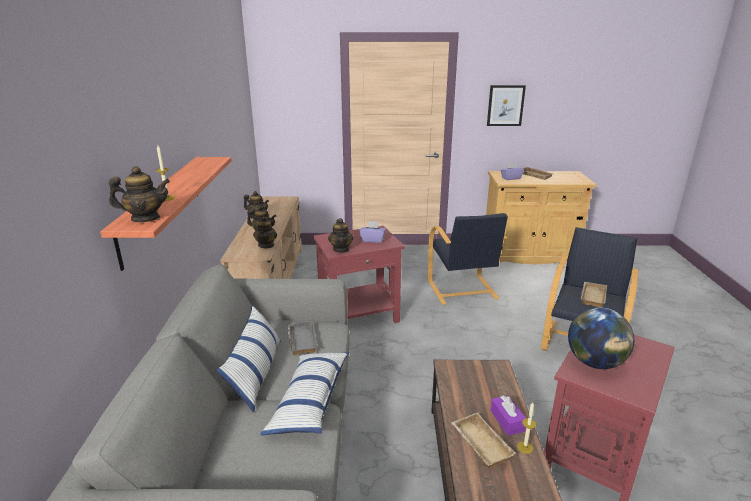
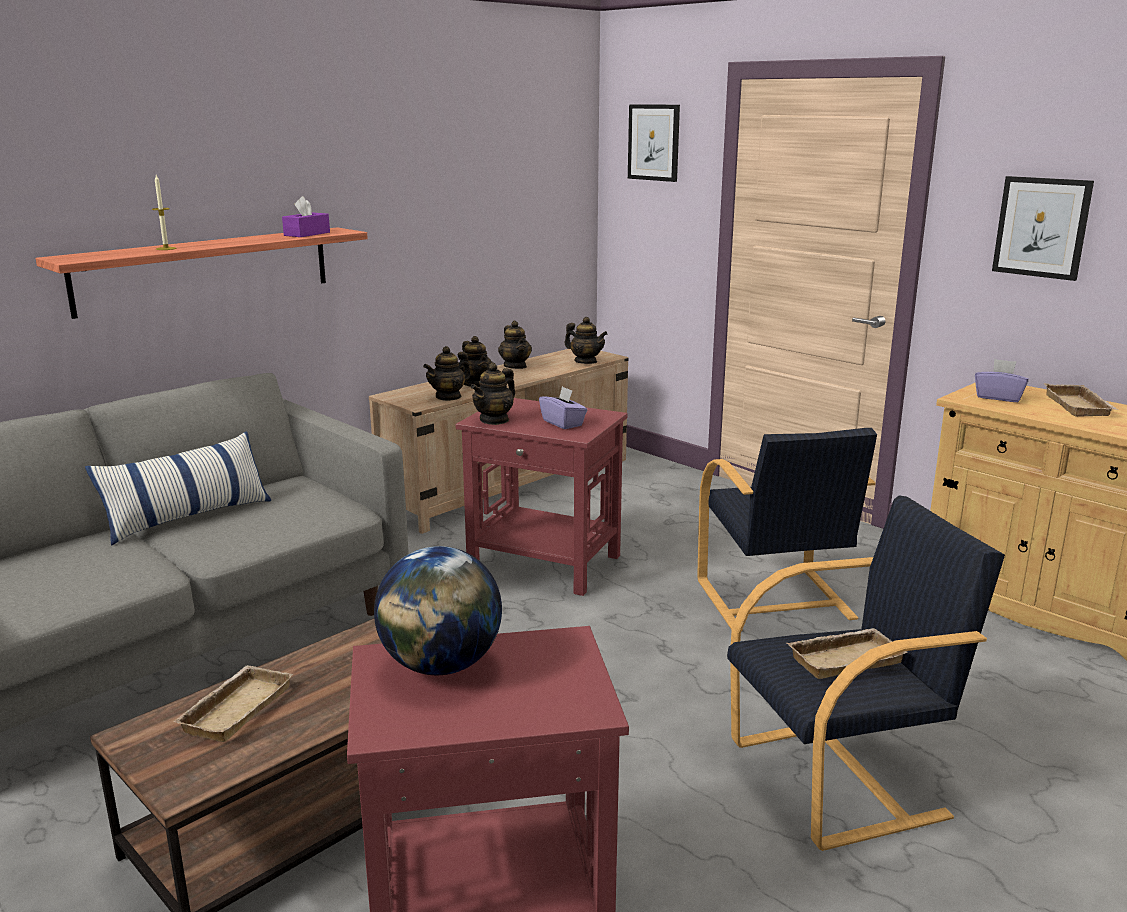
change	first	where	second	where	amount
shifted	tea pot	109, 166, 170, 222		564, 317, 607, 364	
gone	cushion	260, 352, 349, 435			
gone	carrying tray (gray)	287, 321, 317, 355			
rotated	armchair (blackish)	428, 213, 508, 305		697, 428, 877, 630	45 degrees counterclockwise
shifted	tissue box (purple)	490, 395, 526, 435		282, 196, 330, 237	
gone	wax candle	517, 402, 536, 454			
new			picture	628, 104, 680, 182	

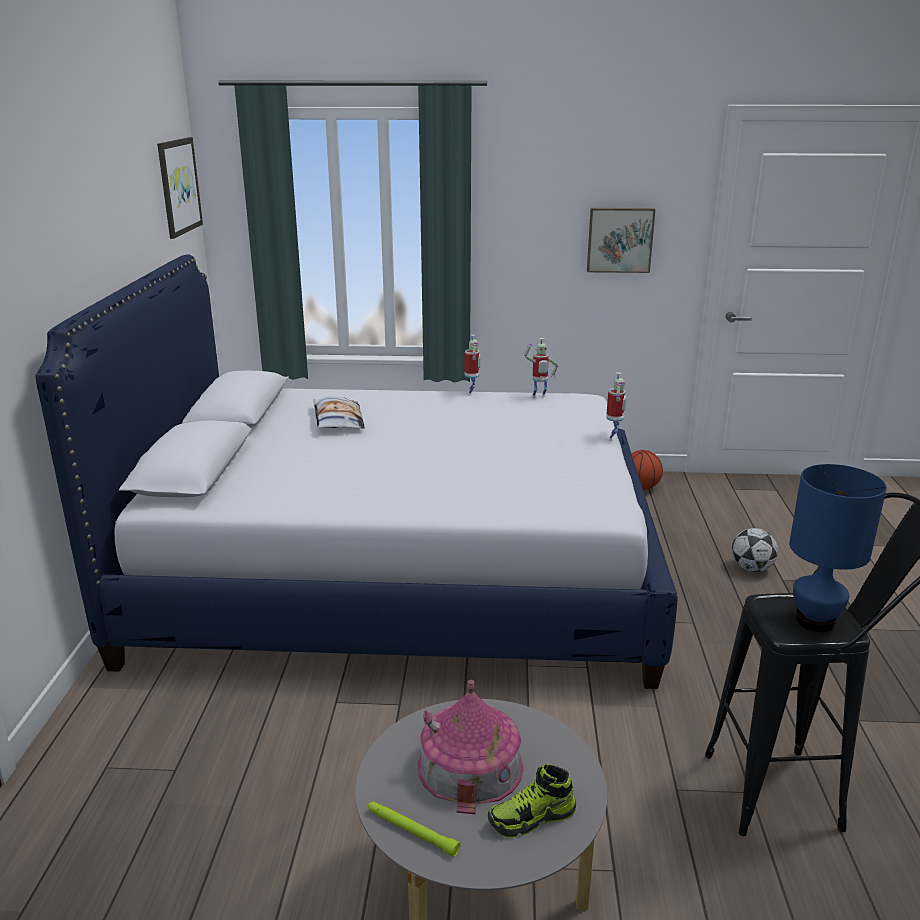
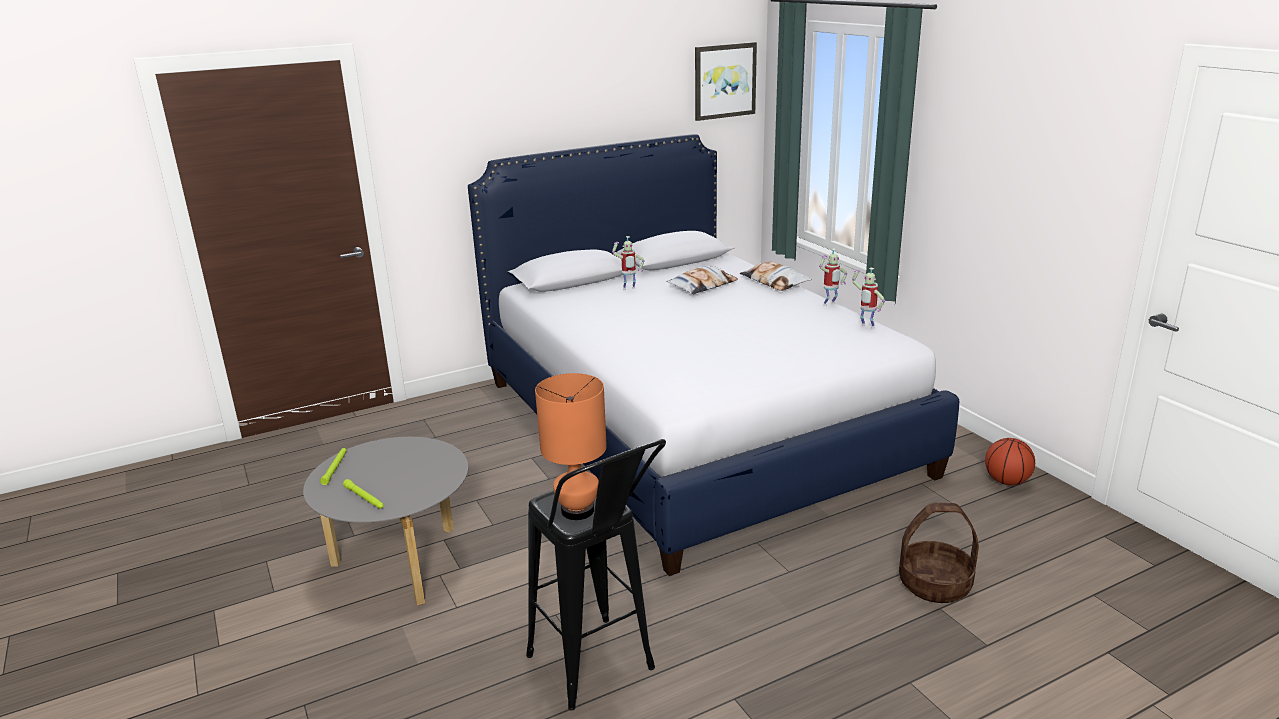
change	first	where	second	where	amount
gone	toy house	418, 680, 523, 814			
swapped	item of footwear	488, 764, 576, 838	flashlight (green)	343, 479, 384, 509	
gone	picture	587, 208, 655, 273			
shifted	model robot	606, 372, 627, 441		612, 236, 645, 290	
swapped	ball for football	732, 528, 778, 572	household basket	899, 503, 979, 603	
repainted	lamp for a table (blue)	789, 464, 887, 632	lamp for a table (orange-coloured)	535, 373, 607, 520	
new			cushion	740, 261, 811, 291	

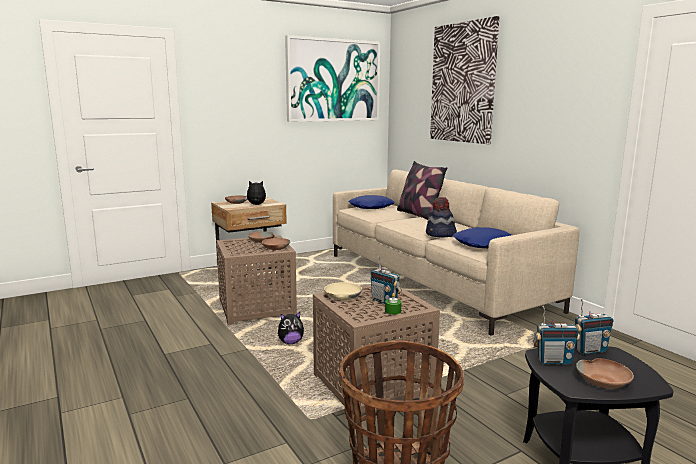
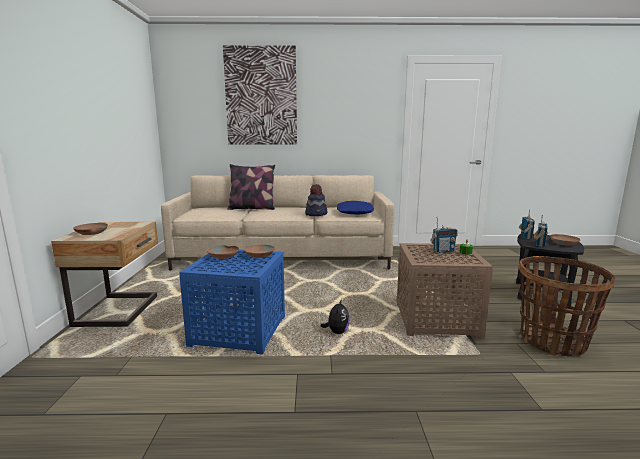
change	first	where	second	where	amount
repainted	side table (brown-coloured)	216, 235, 297, 325	side table (blue)	179, 250, 285, 354	
gone	cuddly toy	244, 181, 266, 205			
gone	picture	285, 35, 380, 122			
gone	deep dish (sand-coloured)	324, 282, 362, 301			
gone	cushion (blue)	348, 195, 394, 209			

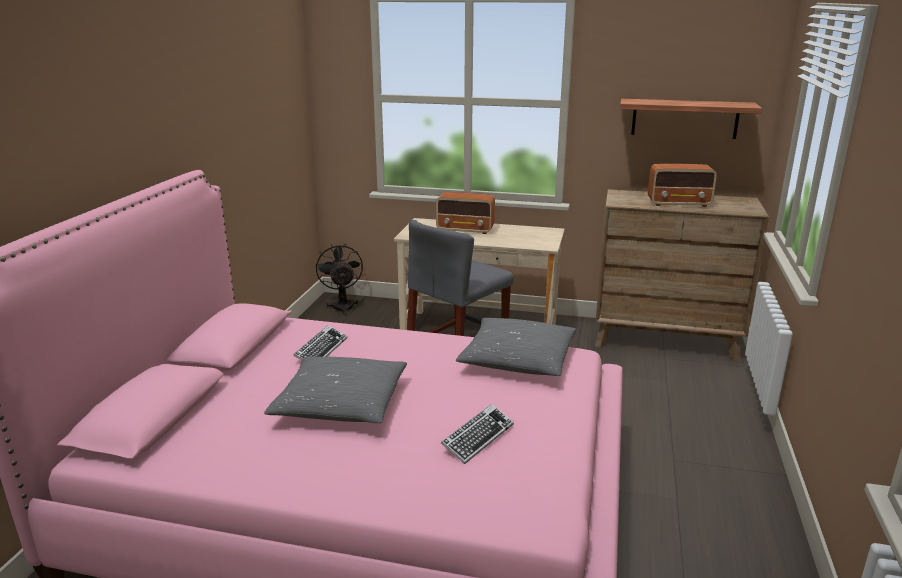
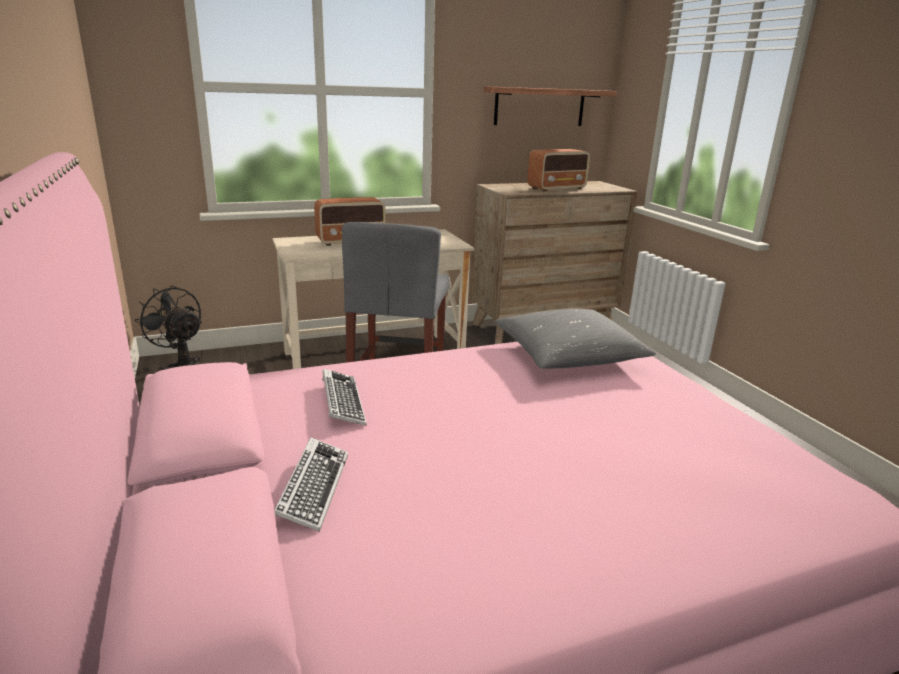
change	first	where	second	where	amount
gone	cushion (gray)	264, 356, 407, 423			
shifted	computer keyboard	441, 404, 514, 464		275, 437, 348, 532	

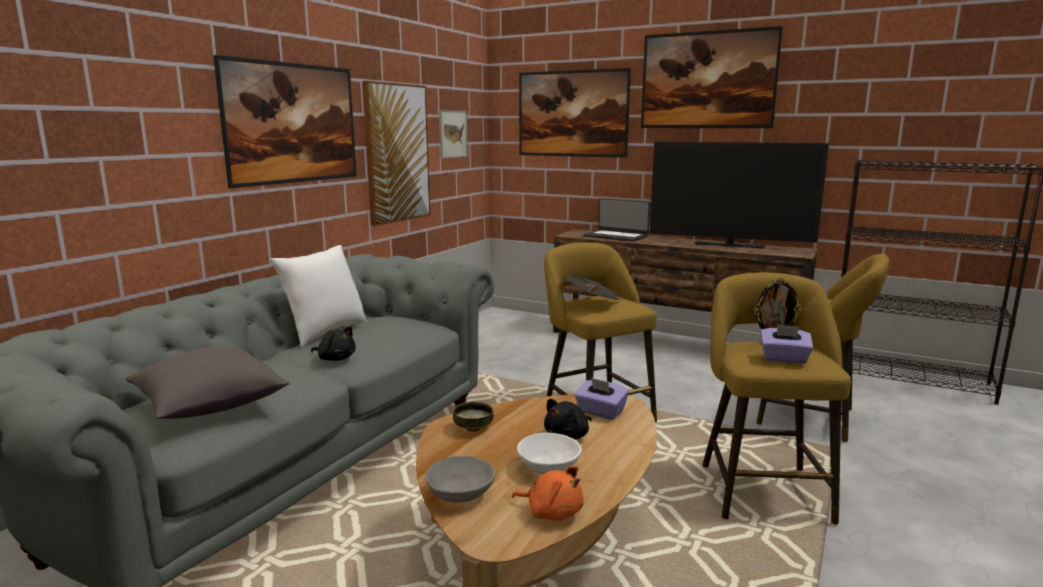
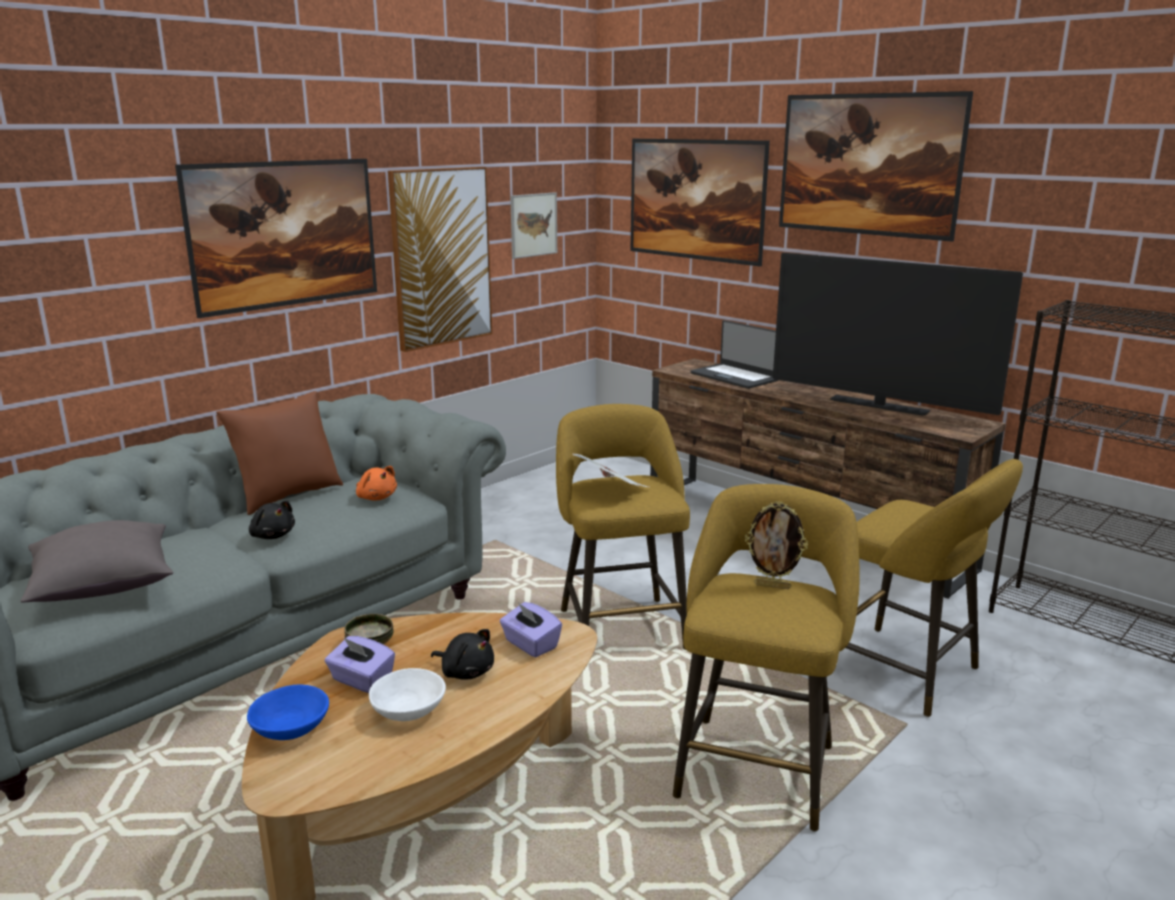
change	first	where	second	where	amount
repainted	cushion (whitish)	270, 245, 367, 347	cushion (brown-coloured)	216, 391, 343, 515	
repainted	deep dish (gray)	425, 456, 495, 502	deep dish (blue)	247, 685, 329, 740	
shifted	cuddly toy (orange-coloured)	512, 466, 584, 520		356, 466, 397, 501	
rotated	cuddly toy (blackish)	544, 399, 591, 439		431, 629, 494, 680	120 degrees counterclockwise
shifted	tissue box (purple)	760, 324, 813, 364		325, 636, 395, 693	

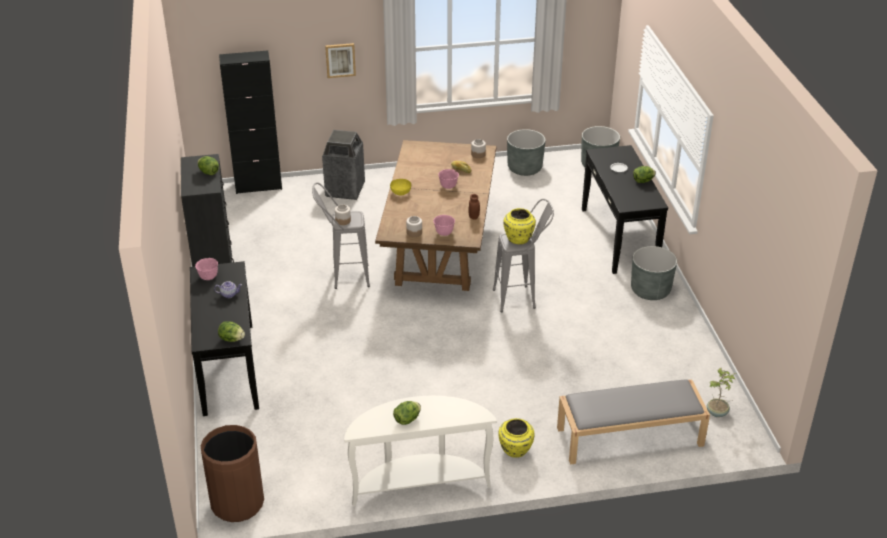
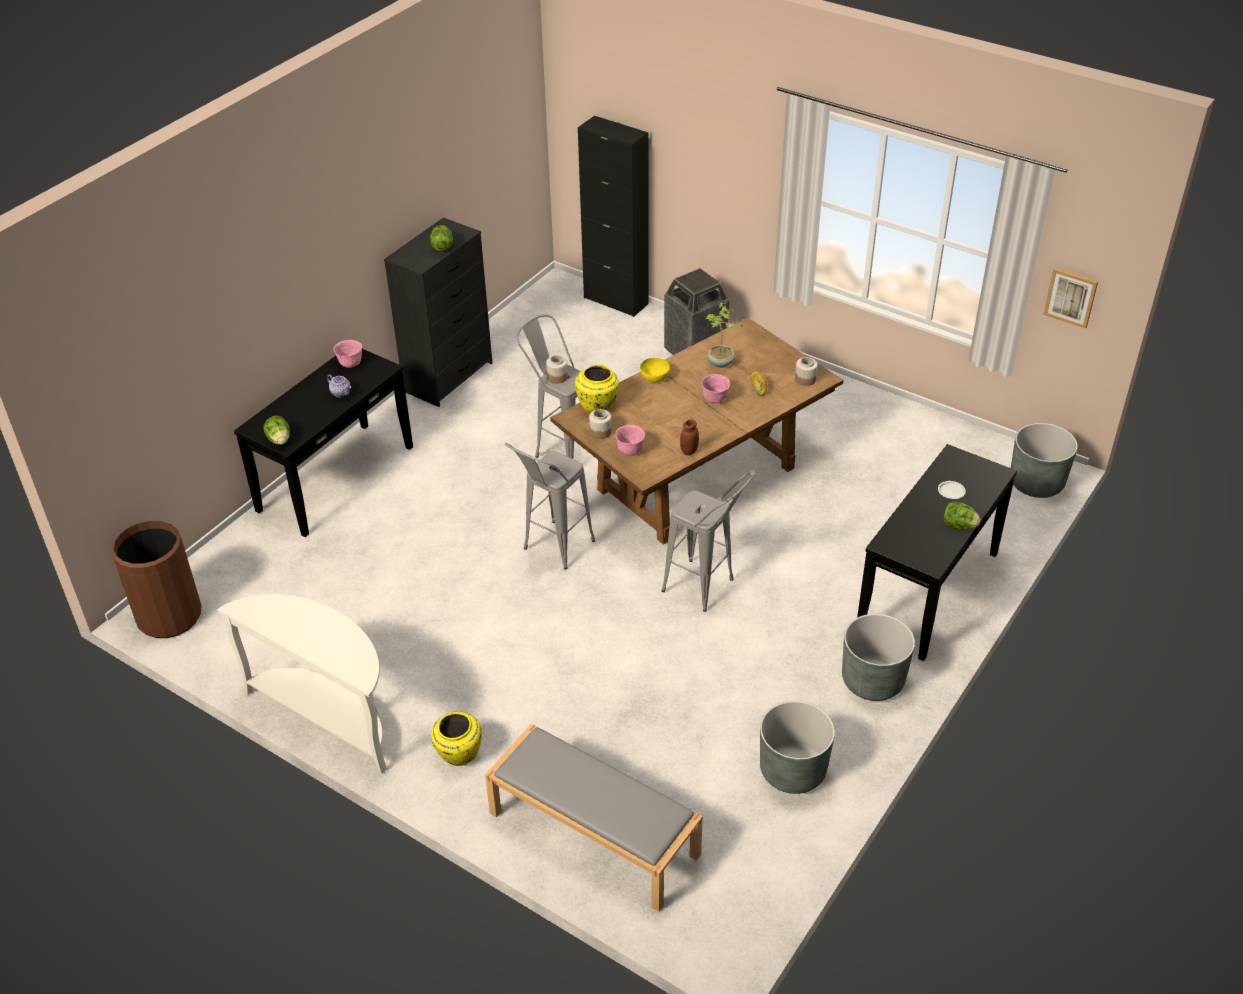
change	first	where	second	where	amount
shifted	picture	325, 43, 356, 78		1043, 268, 1098, 329	
gone	lettuce	393, 401, 421, 425			
shifted	vase (yellow)	503, 208, 536, 244		575, 365, 619, 413	
shifted	plant pot (gray)	507, 129, 545, 176		760, 701, 835, 794	
shifted	potted plant	707, 368, 736, 417		706, 303, 746, 368	
new			stool seat (gray)	505, 443, 595, 569	

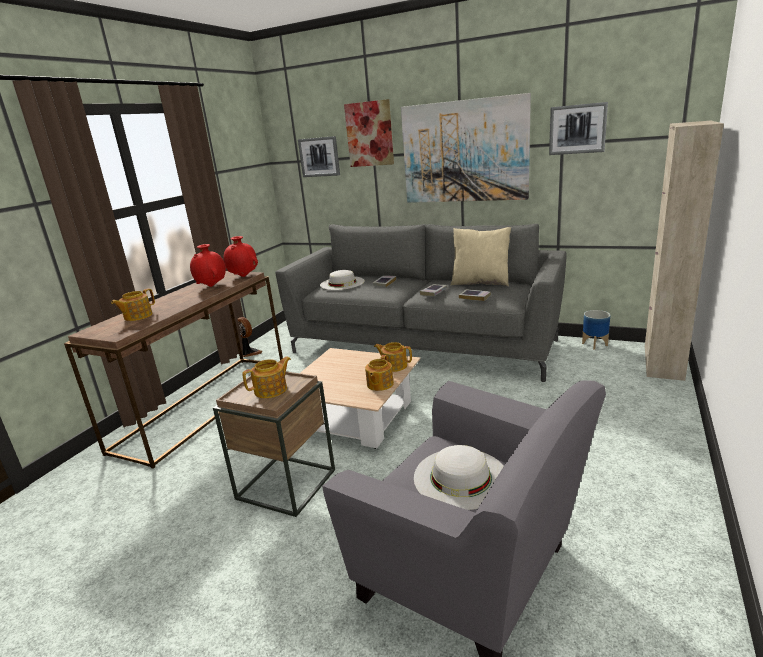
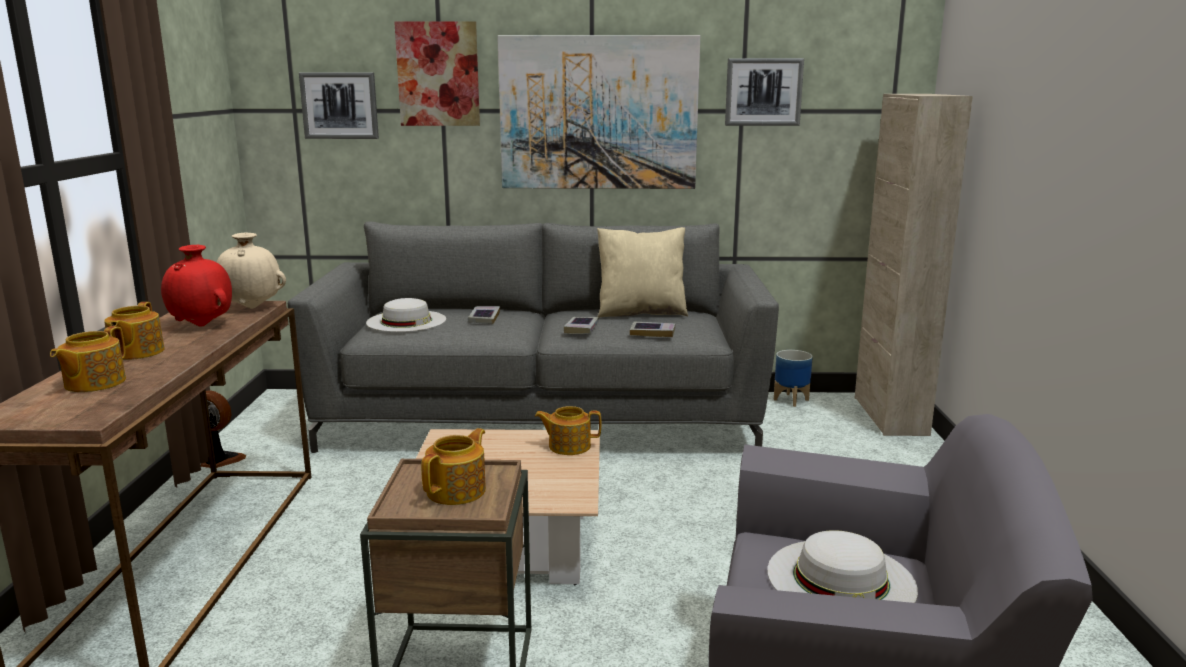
change	first	where	second	where	amount
repainted	vase (reddish)	224, 236, 258, 277	vase (sand-coloured)	217, 233, 286, 309	
shifted	tea pot	365, 355, 394, 391		104, 302, 165, 360	

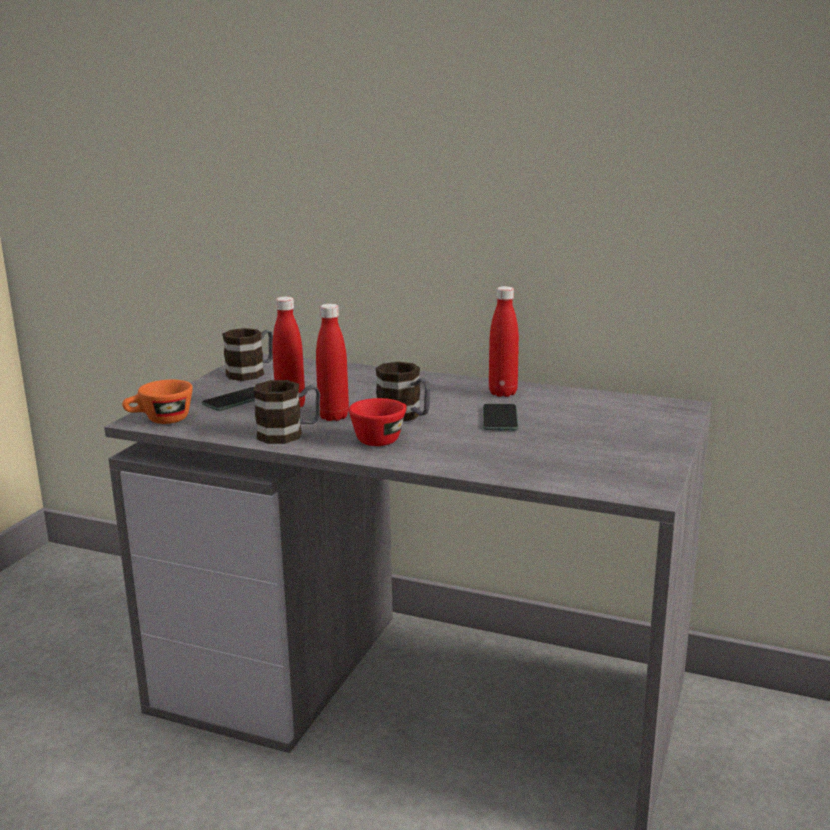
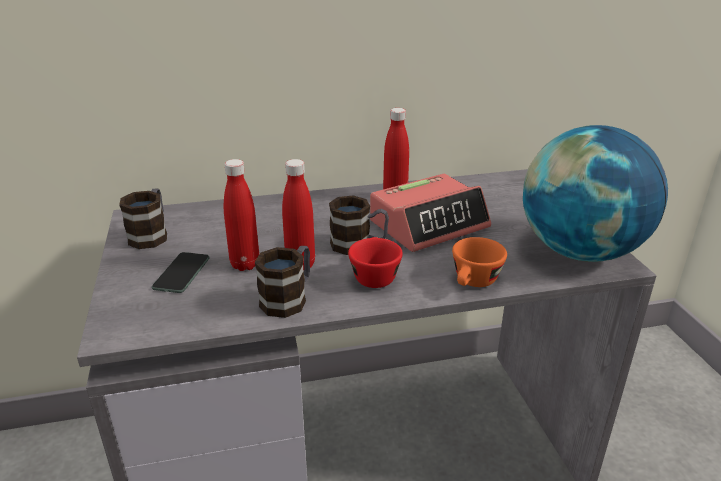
change	first	where	second	where	amount
shifted	cup (orange-coloured)	122, 380, 193, 424		452, 237, 507, 287	
swapped	handset	483, 404, 519, 430	bedside clock	370, 174, 491, 252	
new			desk globe	523, 125, 668, 262	

